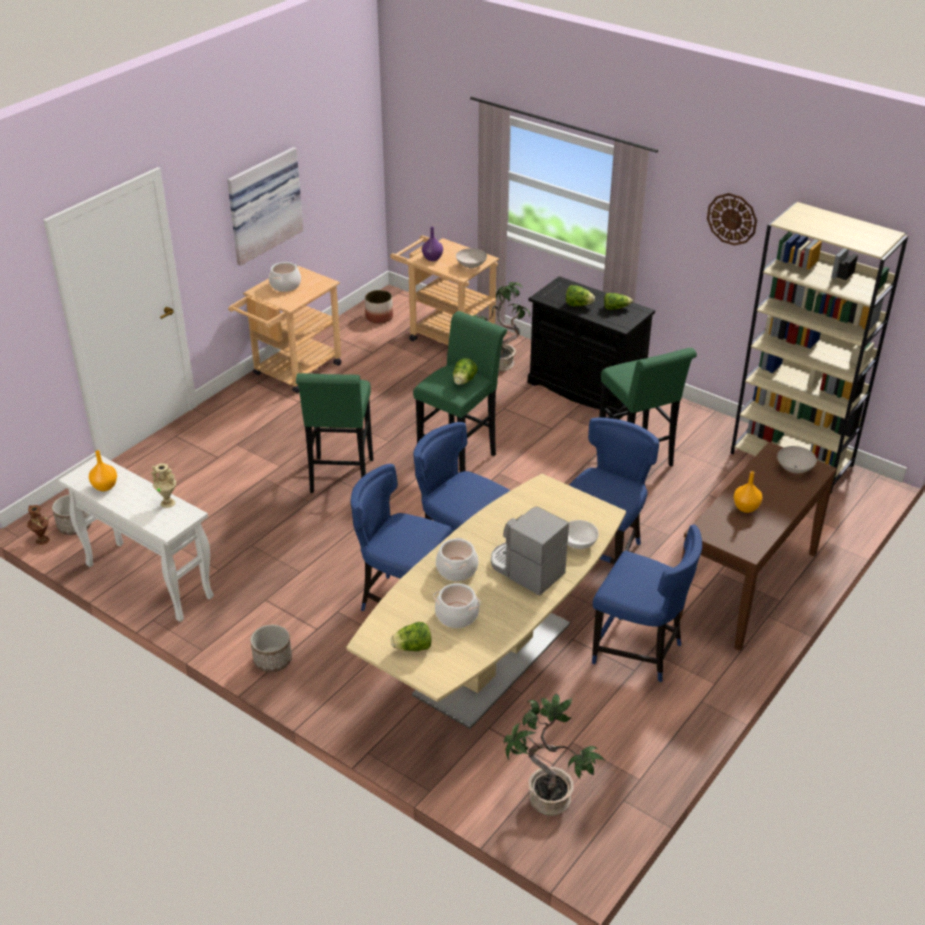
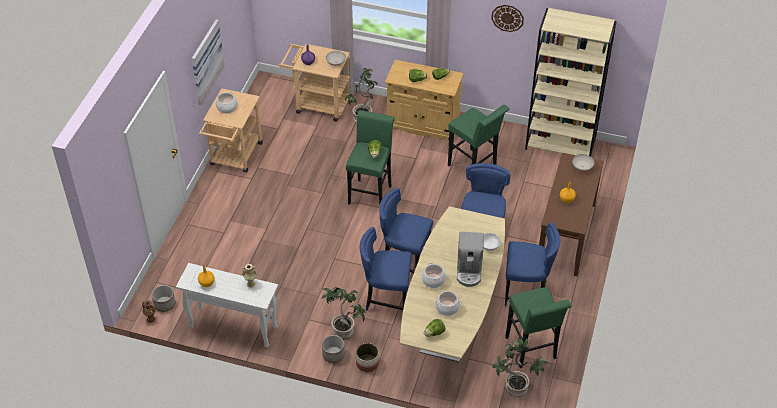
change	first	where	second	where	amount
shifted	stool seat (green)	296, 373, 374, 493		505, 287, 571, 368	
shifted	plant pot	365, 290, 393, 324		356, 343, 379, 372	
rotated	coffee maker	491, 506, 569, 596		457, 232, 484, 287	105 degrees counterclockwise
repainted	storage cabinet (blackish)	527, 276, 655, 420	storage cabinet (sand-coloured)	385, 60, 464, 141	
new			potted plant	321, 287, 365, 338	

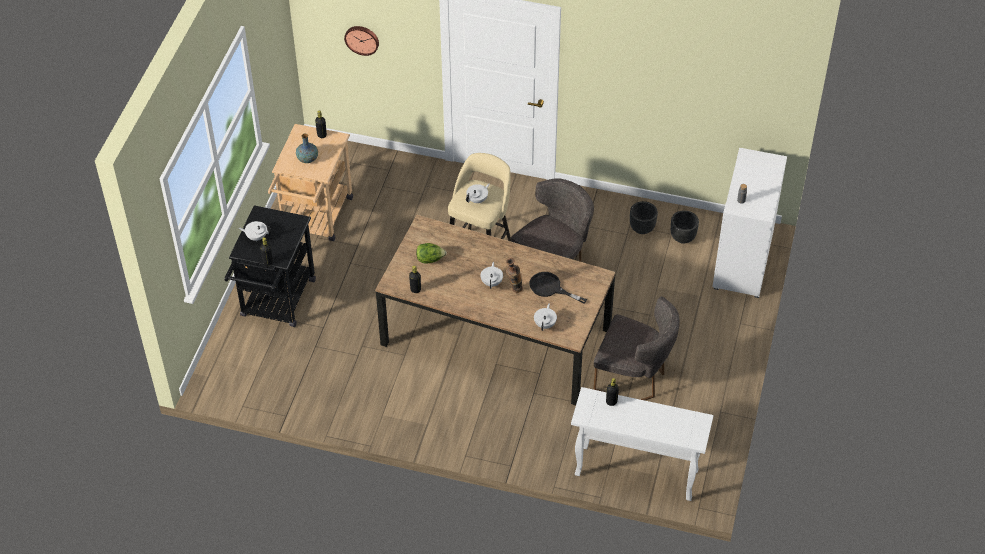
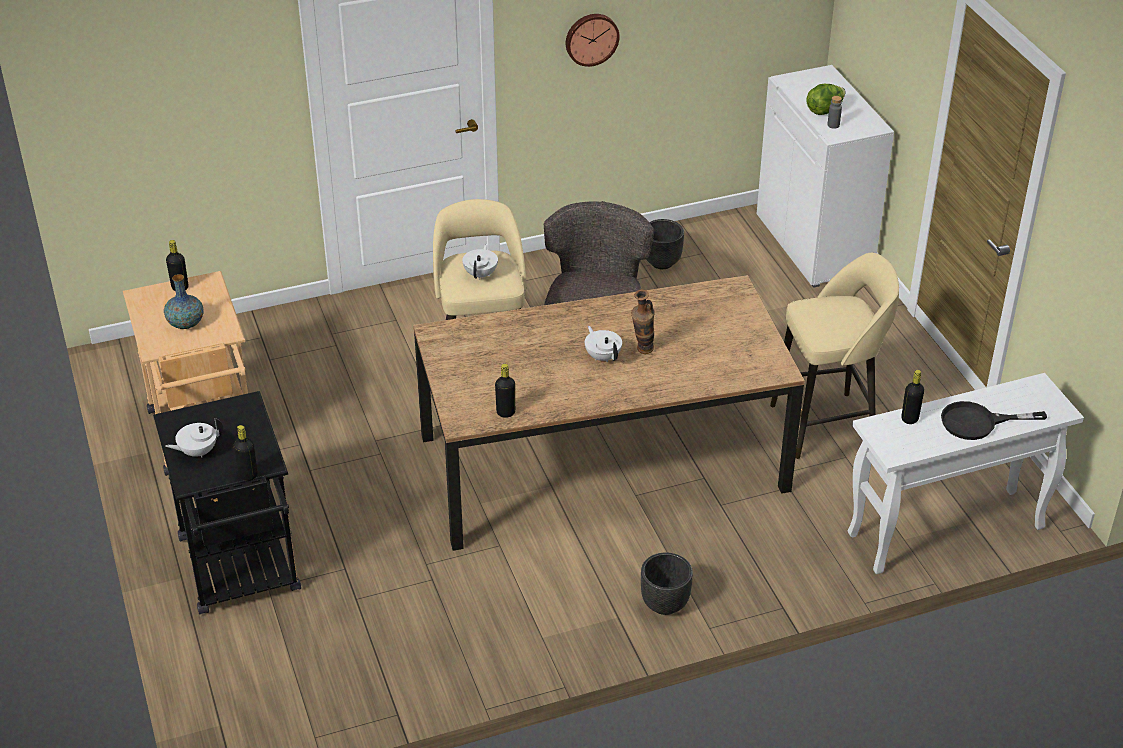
change	first	where	second	where	amount
shifted	wall clock	344, 26, 379, 56		566, 14, 620, 67	
shifted	lettuce	416, 243, 447, 264		806, 84, 846, 115	
shifted	frying pan (blackish)	529, 272, 587, 303		941, 401, 1047, 440	
gone	tea pot (whitish)	534, 303, 557, 331			
swapped	plain chair (gray)	593, 296, 680, 400	stool seat (sand-coloured)	770, 253, 899, 459	
shifted	plant pot (blackish)	671, 210, 699, 244		641, 552, 693, 615	

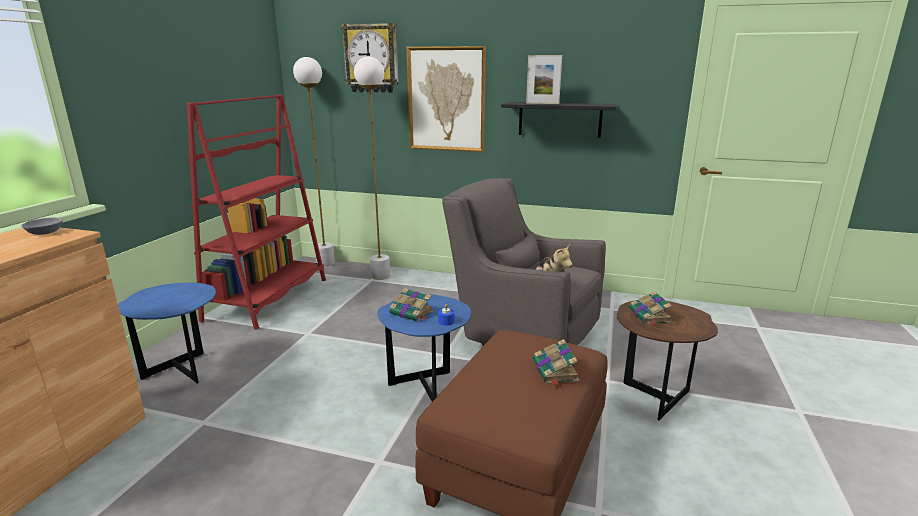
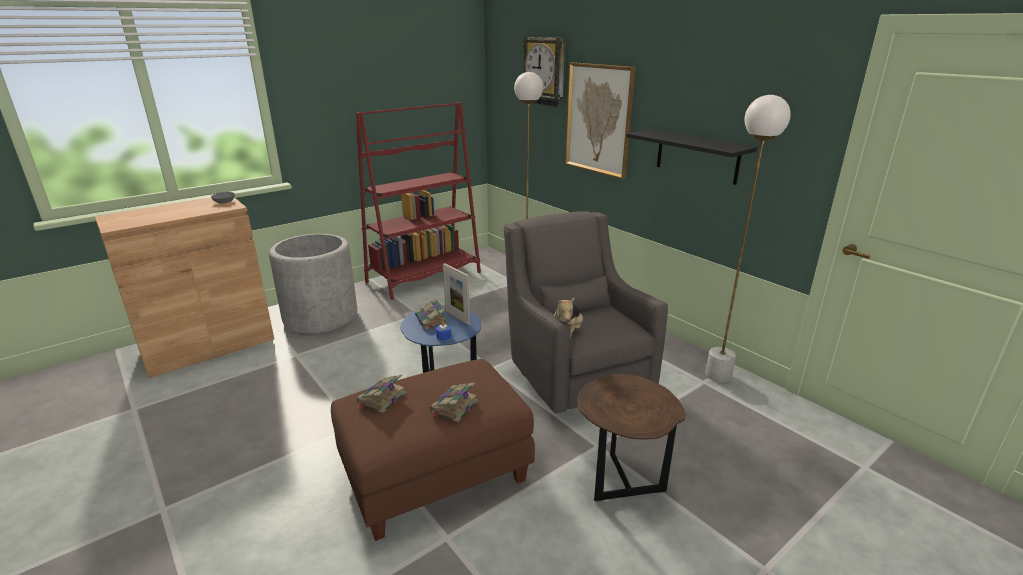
change	first	where	second	where	amount
swapped	side table (blue)	118, 283, 216, 384	plant pot (gray)	269, 234, 357, 333	
shifted	floor lamp (whitish)	293, 57, 335, 266		705, 95, 791, 383	
shifted	picture frame	526, 55, 562, 104		443, 263, 470, 325	
shifted	book	629, 291, 672, 326		357, 375, 406, 413	

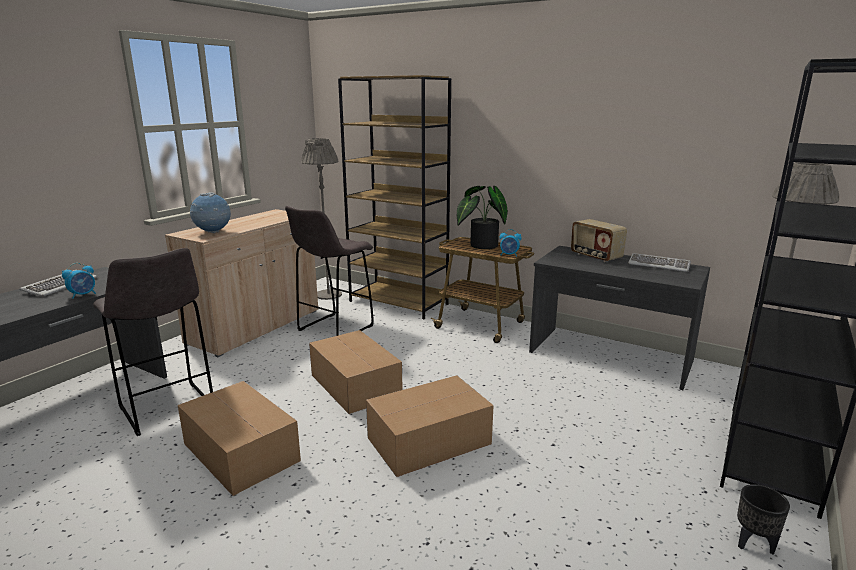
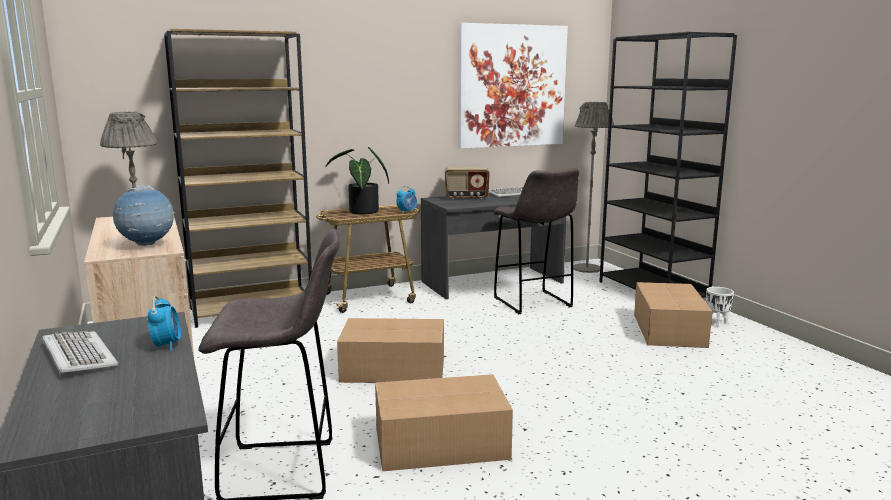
change	first	where	second	where	amount
shifted	stool seat (gray)	285, 206, 374, 336		493, 168, 579, 314	
shifted	cardboard box	366, 375, 494, 477		634, 282, 713, 348	
repainted	plant pot (blackish)	737, 484, 790, 555	plant pot (whitish)	706, 287, 734, 327	
new			picture	458, 23, 568, 149	

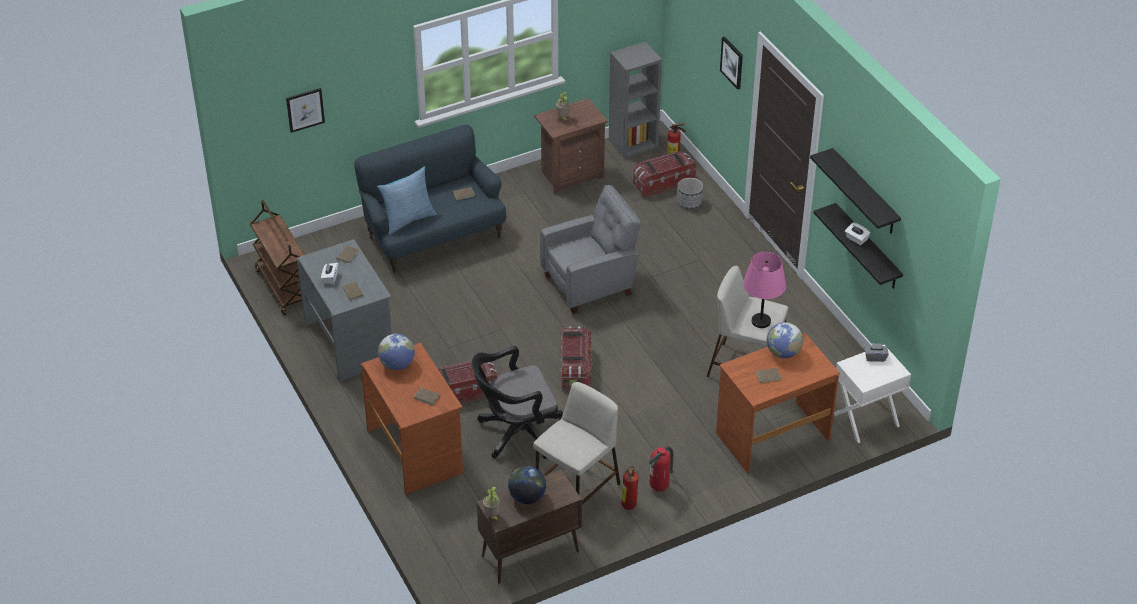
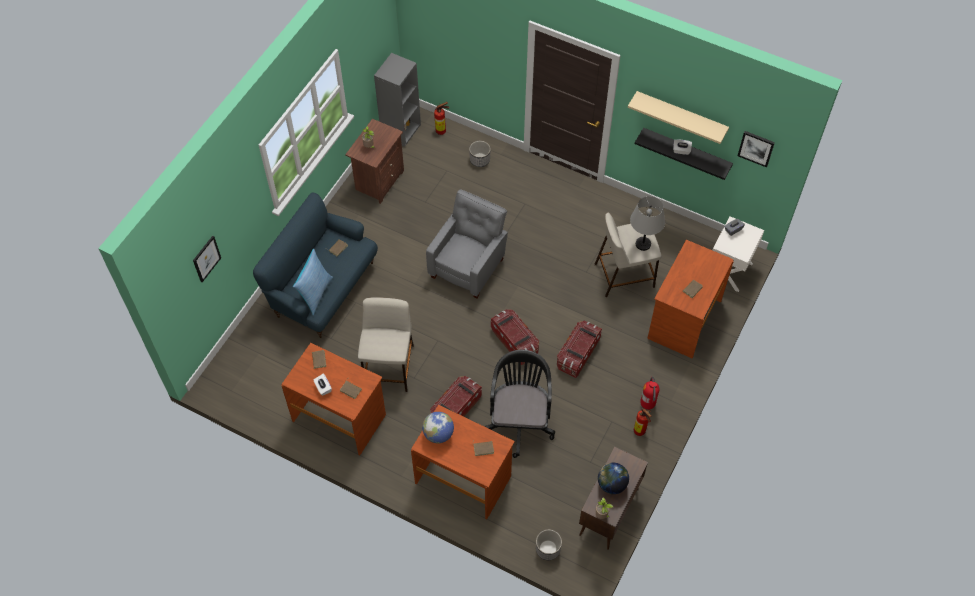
change	first	where	second	where	amount
gone	trolley (brown-coloured)	250, 200, 305, 316			
repainted	desk unit (gray)	297, 239, 392, 382	desk unit (brown-coloured)	281, 343, 386, 455	
rotated	desk chair (blackish)	472, 346, 563, 459		484, 350, 555, 458	150 degrees clockwise
shifted	stool seat (sand-coloured)	533, 382, 620, 505		358, 297, 414, 392	
shifted	storage box	633, 151, 696, 197		557, 321, 602, 378	
shifted	picture	720, 37, 743, 90		738, 131, 775, 168	
repainted	lamp for a table (pink-coloured)	743, 252, 786, 328	lamp for a table (gray)	630, 196, 665, 251	
gone	desk globe	767, 322, 803, 358			
repainted	wall shelf (blackish)	810, 148, 901, 234	wall shelf (sand-coloured)	628, 91, 729, 144	
new			plant pot	536, 529, 562, 560	

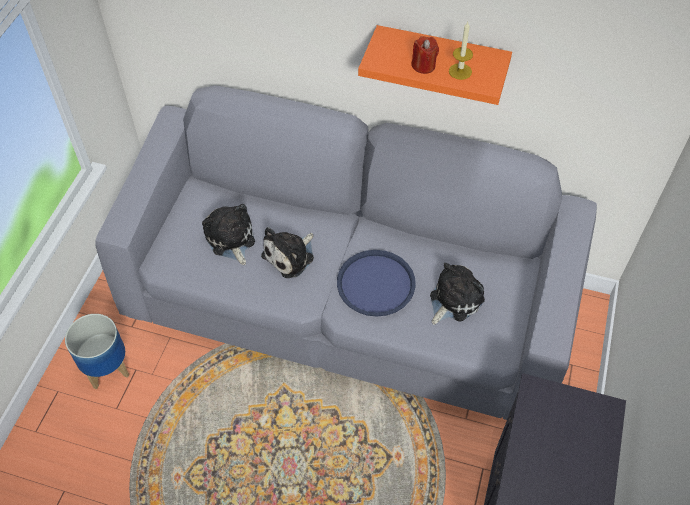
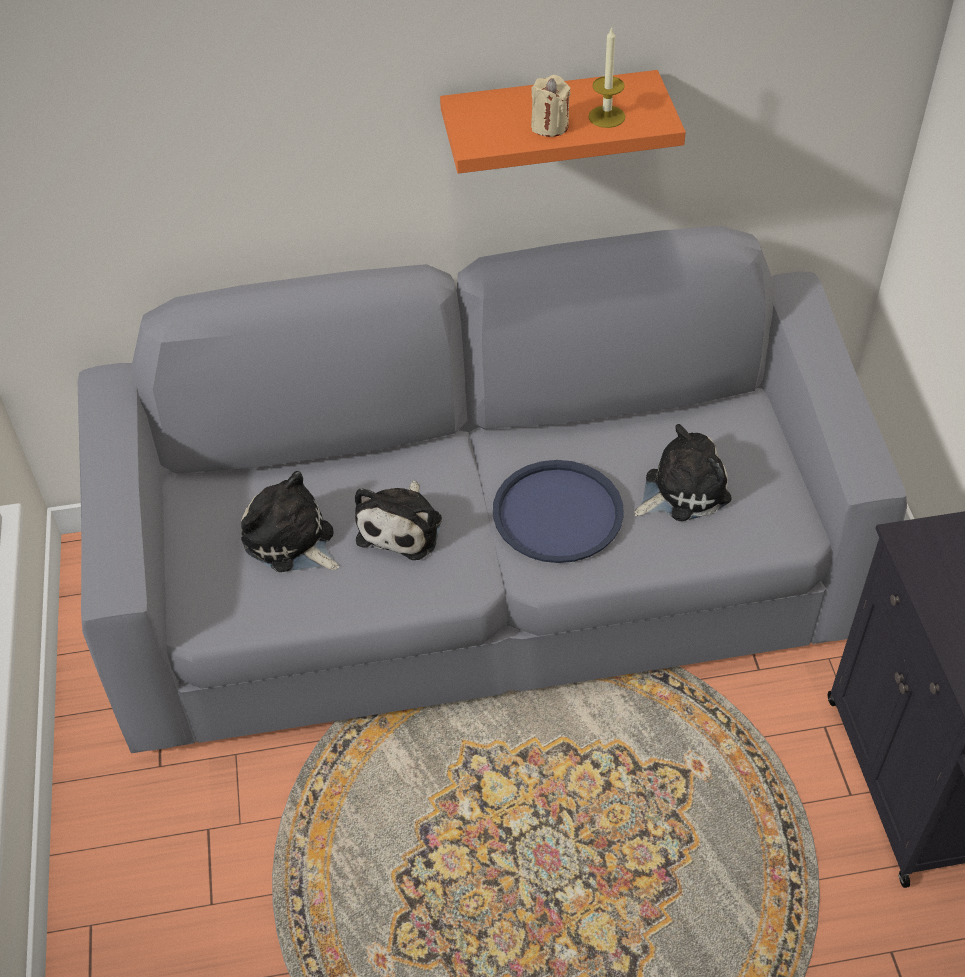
change	first	where	second	where	amount
gone	plant pot	65, 314, 129, 389			
repainted	wax candle (reddish)	411, 36, 439, 74	wax candle (sand-coloured)	531, 75, 571, 137	
rotated	cuddly toy	430, 263, 485, 325		634, 424, 731, 521	45 degrees clockwise

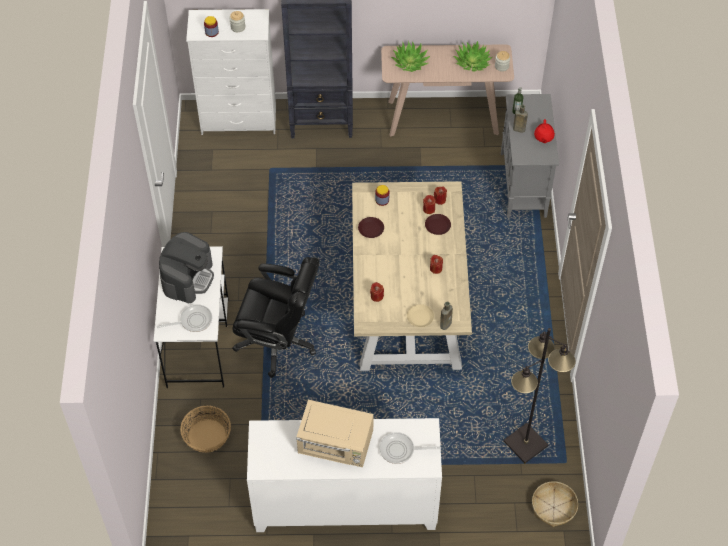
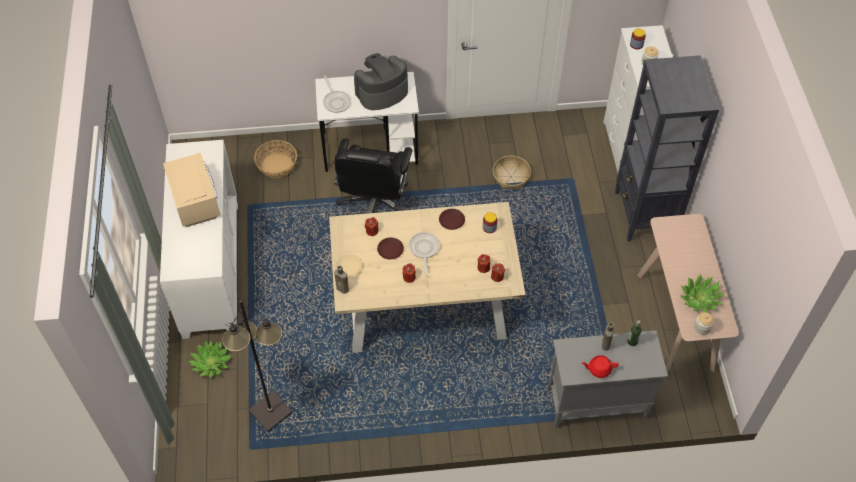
change	first	where	second	where	amount
rotated	coffee maker	159, 232, 214, 303		354, 53, 408, 110	135 degrees clockwise
rotated	microwave oven (sand-coloured)	296, 400, 374, 467		163, 153, 221, 227	150 degrees clockwise
shifted	frying pan	379, 432, 440, 464		409, 232, 440, 276	
shifted	potted plant	391, 40, 430, 72		188, 341, 231, 378	
shifted	flat dish (brown-coloured)	425, 214, 451, 235		377, 237, 404, 259	
shifted	household basket	532, 481, 578, 527		493, 156, 531, 189	

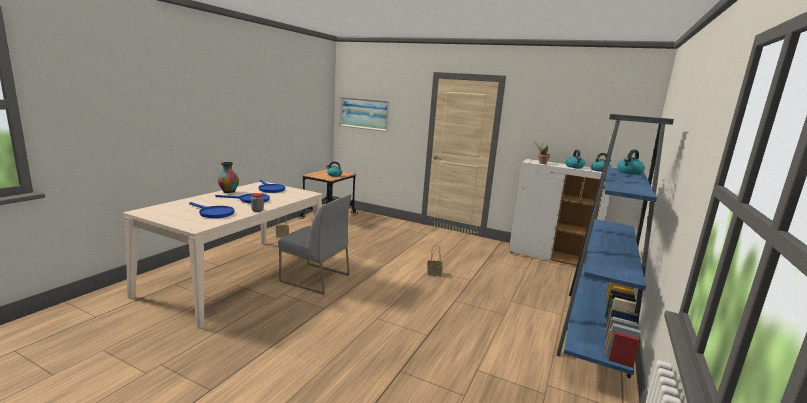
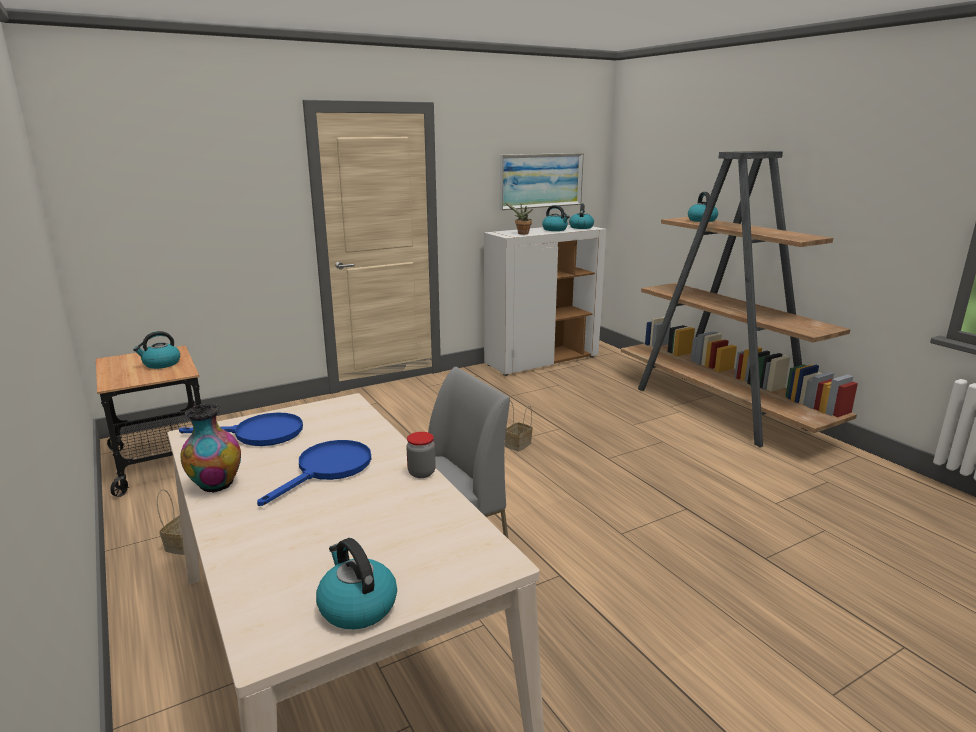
change	first	where	second	where	amount
gone	frying pan (blue)	189, 202, 234, 218			
shifted	picture	340, 97, 390, 132		500, 153, 584, 210	
repainted	shelving unit (blue)	557, 114, 674, 378	shelving unit (brown-coloured)	621, 151, 858, 447	
new			tea kettle	316, 538, 397, 629	

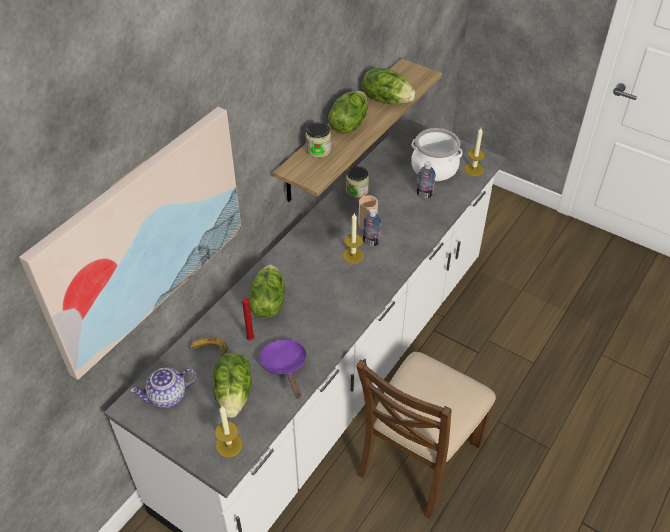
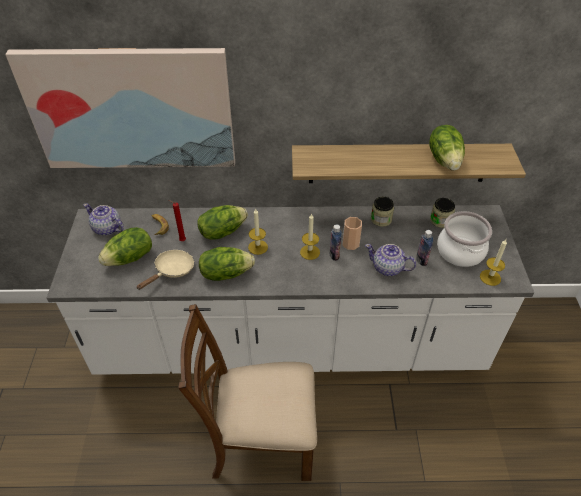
change	first	where	second	where	amount
shifted	wax candle	215, 406, 243, 457		248, 209, 268, 255	
repainted	frying pan (purple)	260, 339, 306, 399	frying pan (sand-coloured)	136, 250, 194, 290	
shifted	storage jar	305, 122, 331, 158		430, 198, 455, 228	
shifted	lettuce	328, 91, 367, 134		199, 247, 255, 281	
new			tea pot	365, 244, 416, 276	

